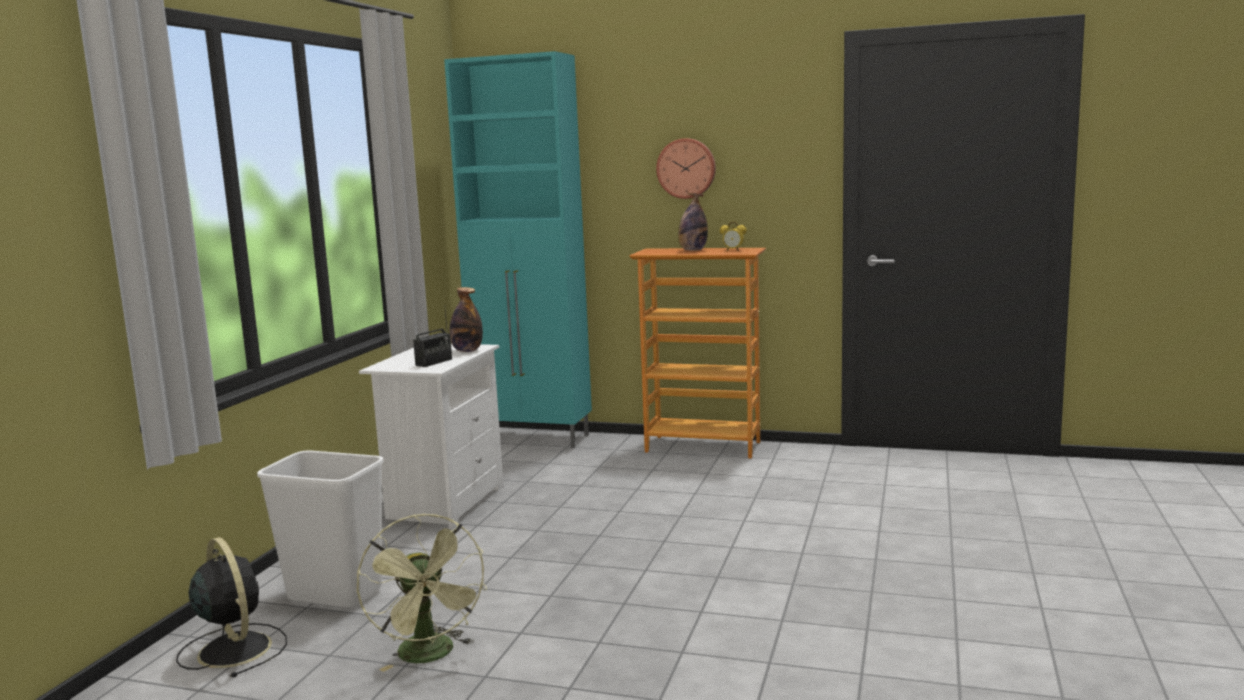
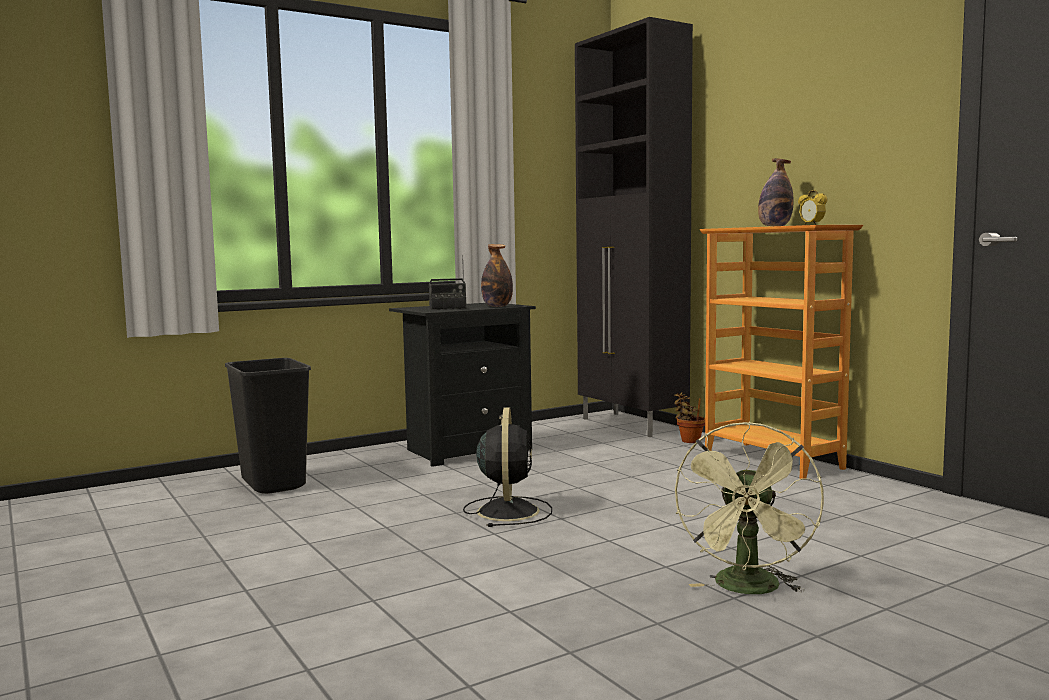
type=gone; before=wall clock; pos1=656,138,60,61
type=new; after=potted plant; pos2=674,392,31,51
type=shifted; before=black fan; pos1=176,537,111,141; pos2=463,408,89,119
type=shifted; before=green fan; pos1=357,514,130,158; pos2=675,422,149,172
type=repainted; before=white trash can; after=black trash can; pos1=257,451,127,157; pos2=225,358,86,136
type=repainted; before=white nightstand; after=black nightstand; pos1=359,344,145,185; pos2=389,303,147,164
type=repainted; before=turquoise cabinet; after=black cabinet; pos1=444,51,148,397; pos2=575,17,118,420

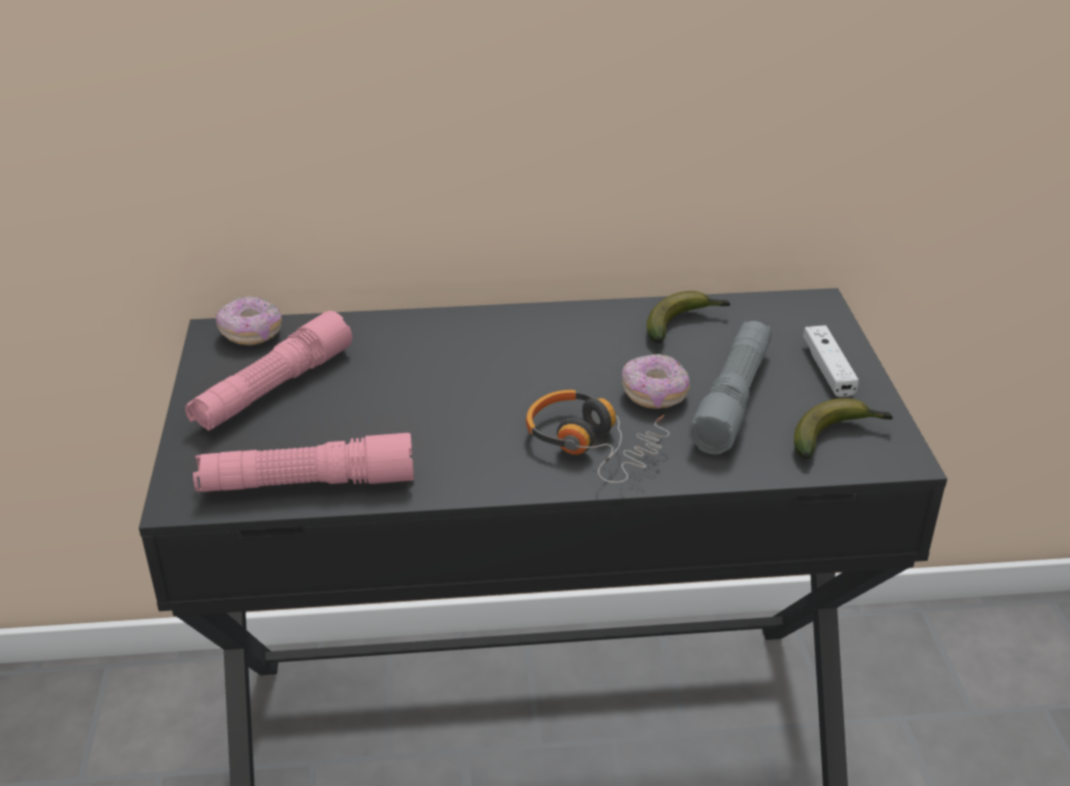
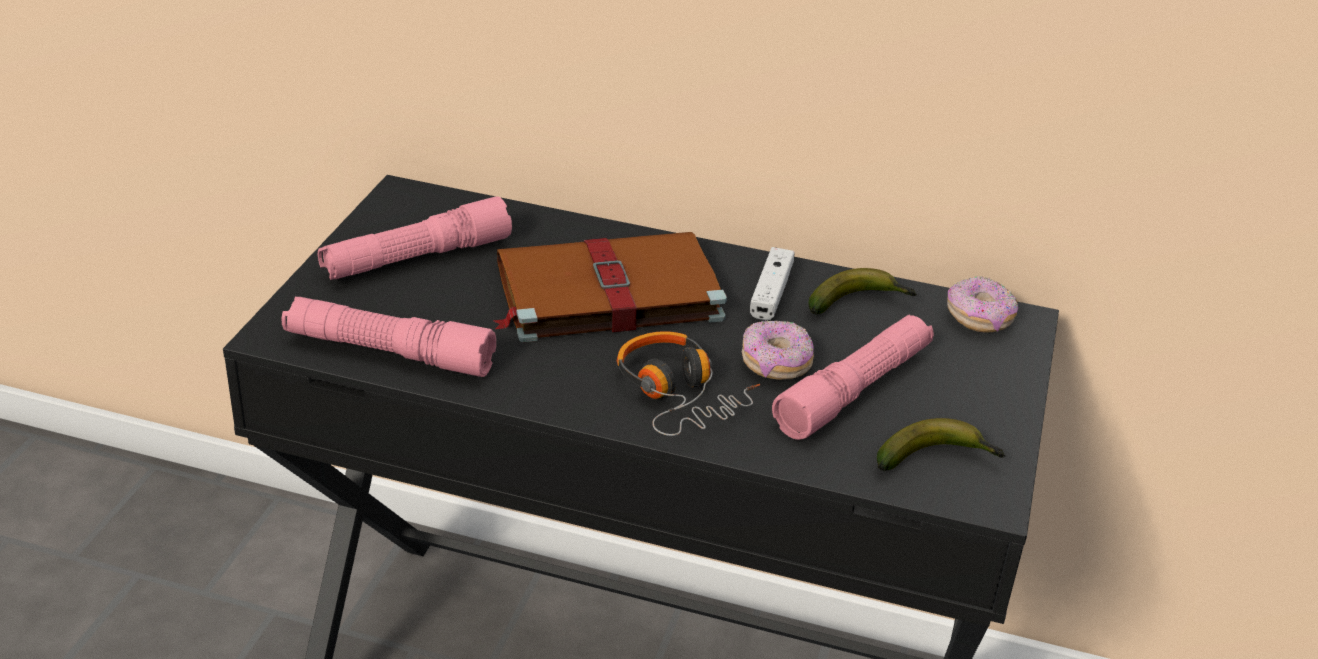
type=new; after=brown book; pos2=493,232,234,110
type=shifted; before=donut; pos1=216,295,66,50; pos2=947,276,71,57
type=shifted; before=white game controller; pos1=803,325,56,72; pos2=750,247,44,73
type=repainted; before=grey flashlight; after=pink flashlight; pos1=689,321,83,133; pos2=772,314,162,126

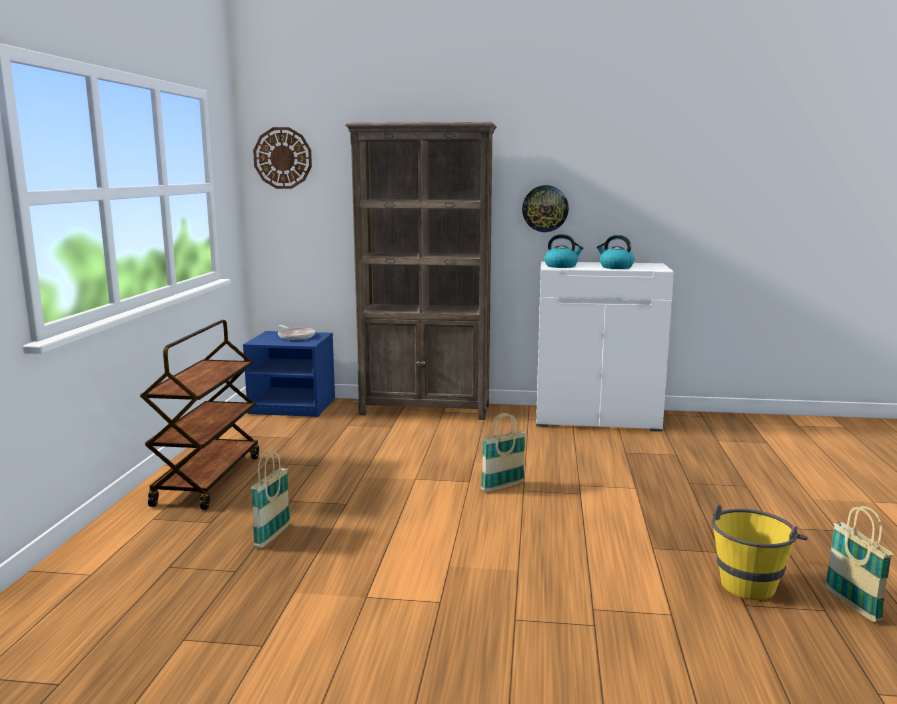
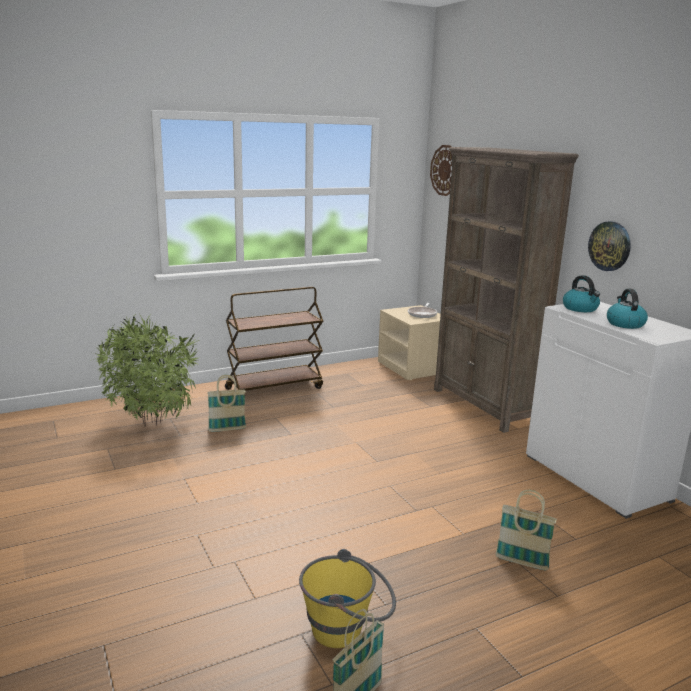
type=new; after=potted plant; pos2=94,313,106,113
type=shifted; before=basket; pos1=481,413,45,79; pos2=495,490,62,80
type=repainted; before=blue nightstand; after=beige nightstand; pos1=243,331,92,86; pos2=378,305,63,75

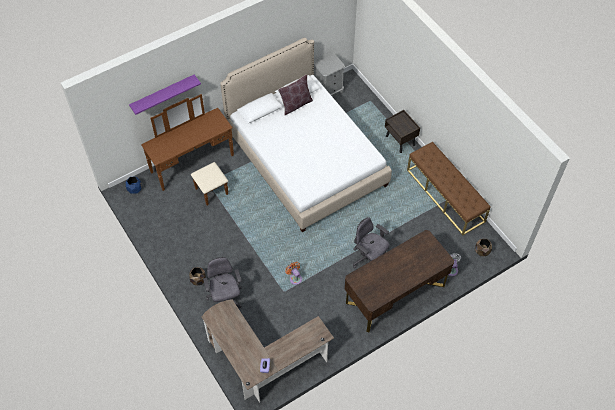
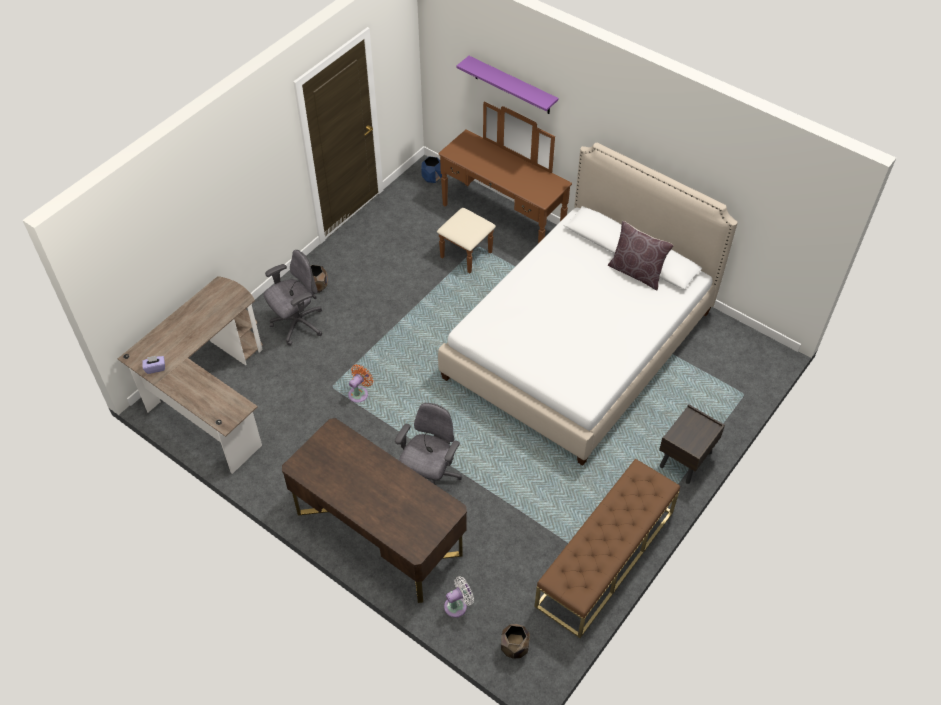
type=gone; before=grey nightstand; pos1=314,54,31,42

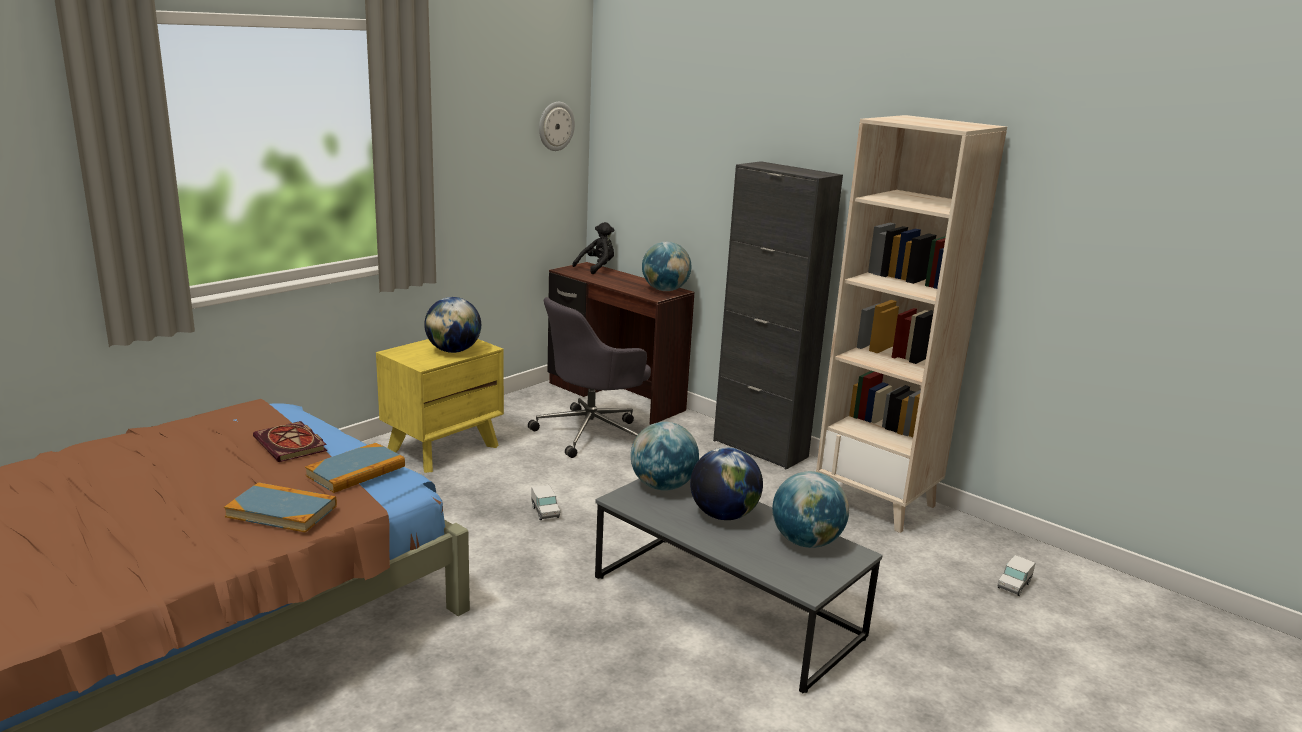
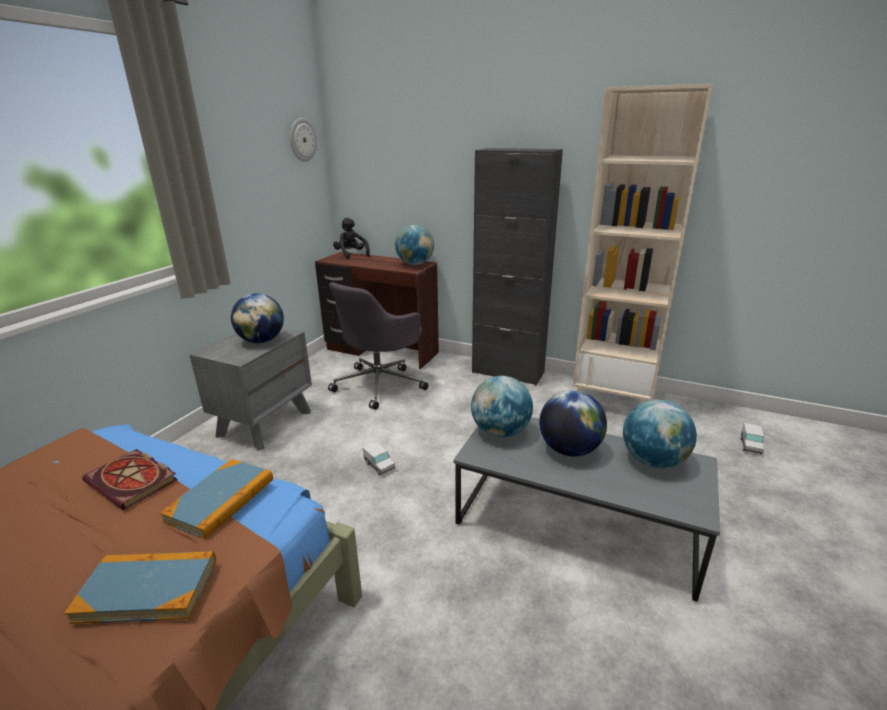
type=repainted; before=yellow nightstand; after=grey nightstand; pos1=376,339,128,134; pos2=189,327,123,124
type=rotated; before=black plush toy; pos1=572,222,42,52; pos2=333,218,37,41; turn=-60

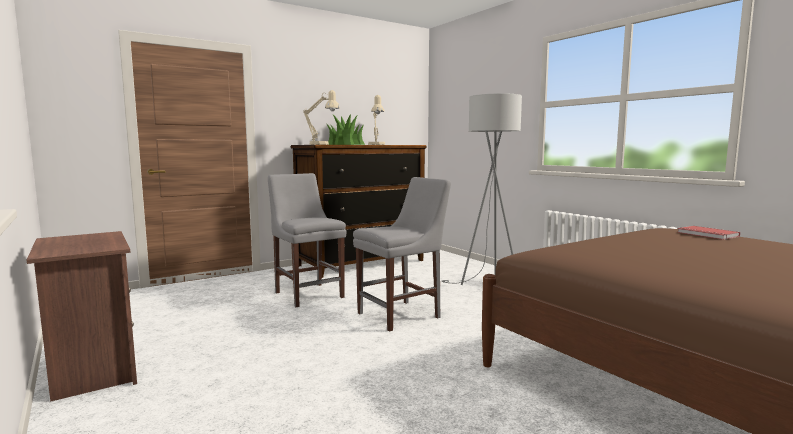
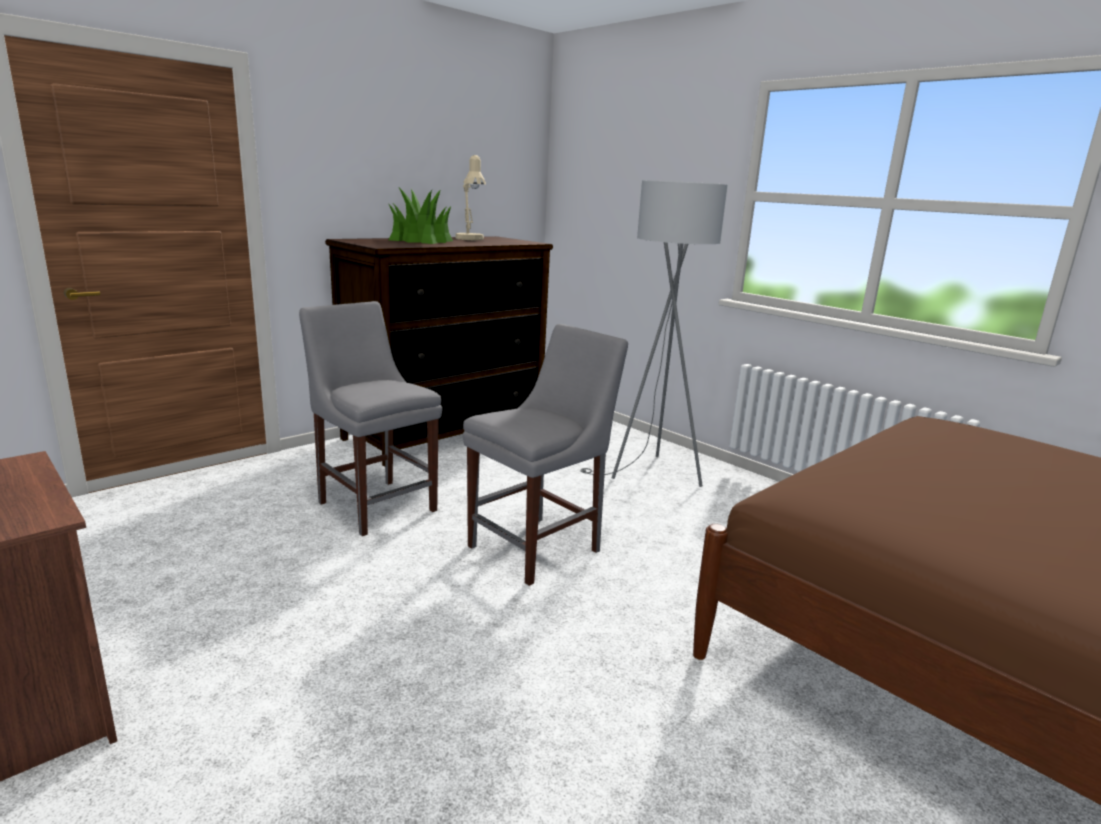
type=gone; before=beige table lamp; pos1=303,90,37,55
type=gone; before=red book; pos1=677,226,63,14

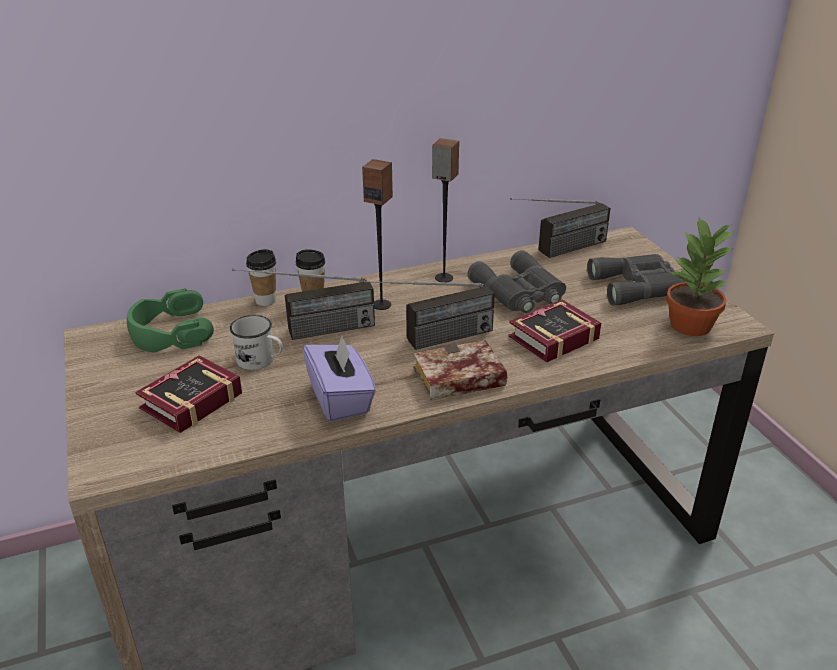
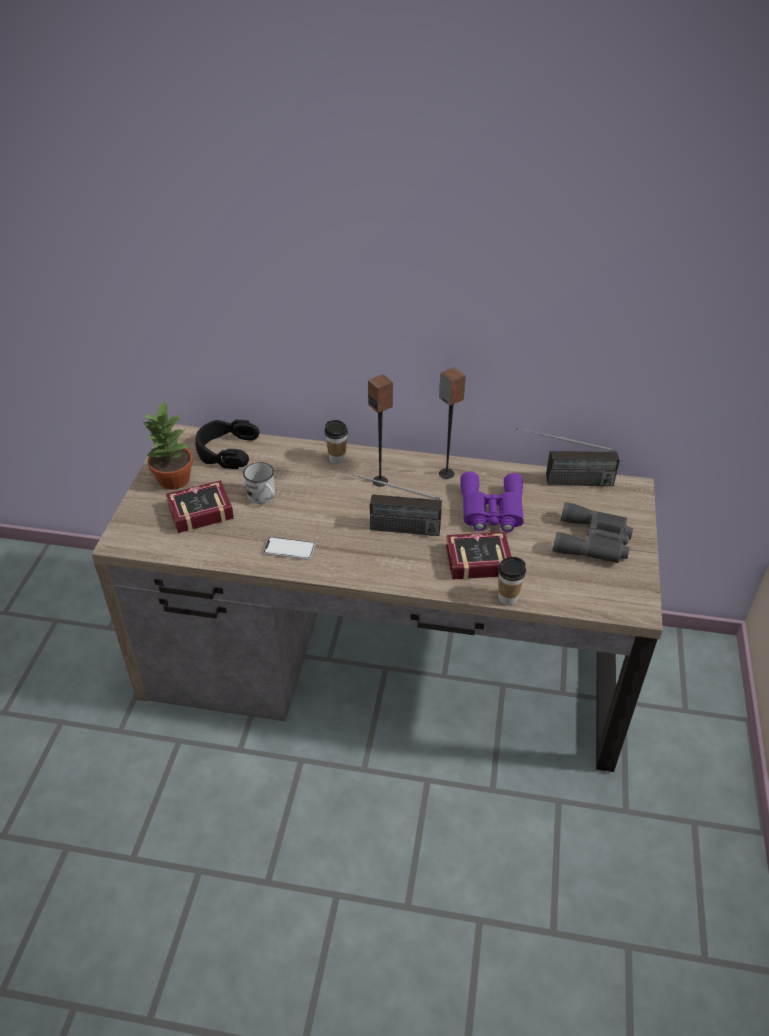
type=gone; before=radio; pos1=232,269,143,71
type=gone; before=book; pos1=413,340,94,60
type=shifted; before=cup; pos1=246,249,30,57; pos2=498,557,28,48
type=shifted; before=potted plant; pos1=666,217,68,119; pos2=142,401,51,89
type=swapped; before=purple tissue box; after=phone; pos1=303,335,73,87; pos2=263,537,52,23
type=repainted; before=green headphones; after=black headphones; pos1=127,288,87,65; pos2=195,419,64,50
type=repainted; before=grey binoculars; after=purple binoculars; pos1=467,250,99,63; pos2=460,471,64,61

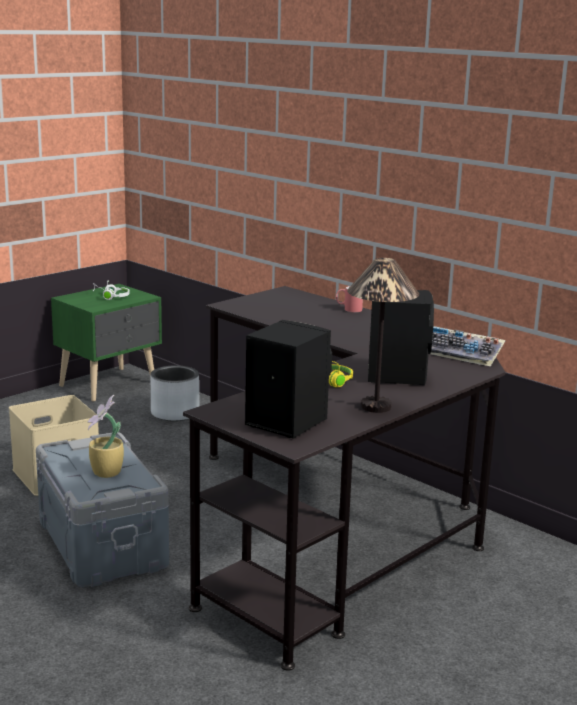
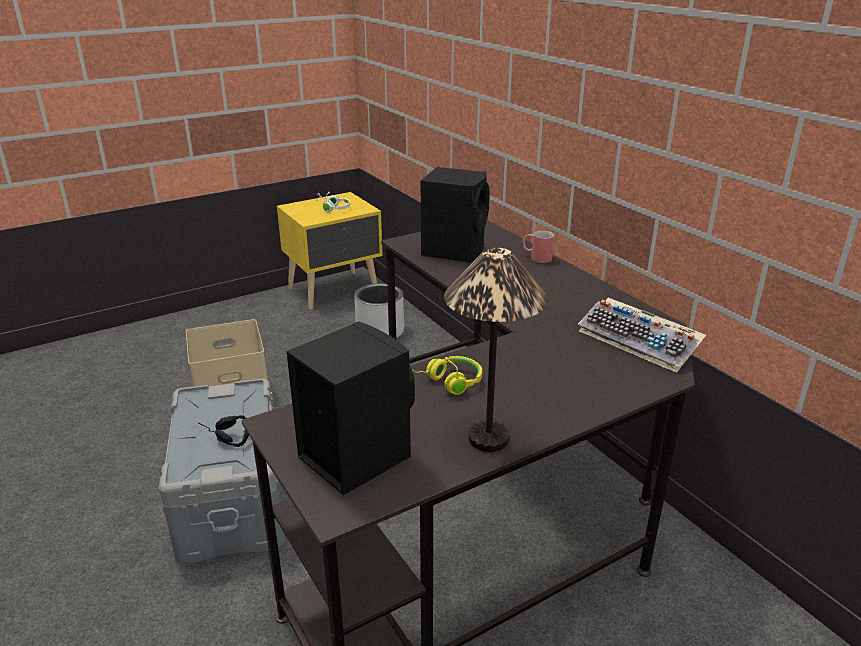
type=shifted; before=black speaker; pos1=368,290,66,95; pos2=421,167,69,96
type=swapped; before=potted plant; after=black headphones; pos1=87,395,37,83; pos2=198,415,51,32
type=repainted; before=green nightstand; after=yellow nightstand; pos1=51,284,111,117; pos2=277,192,106,118

